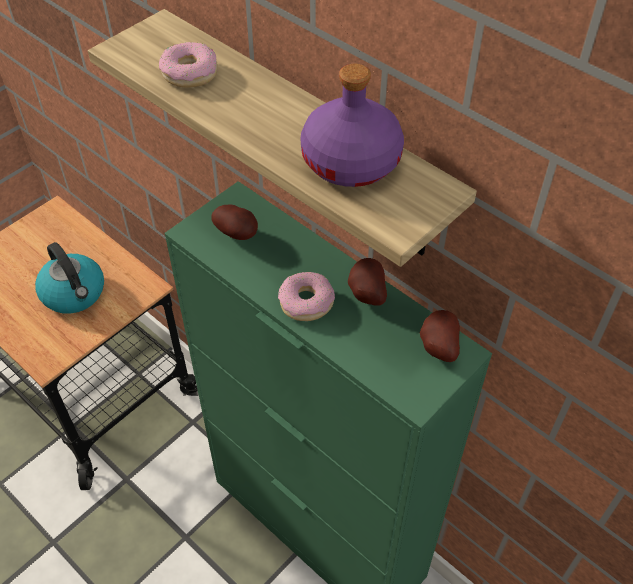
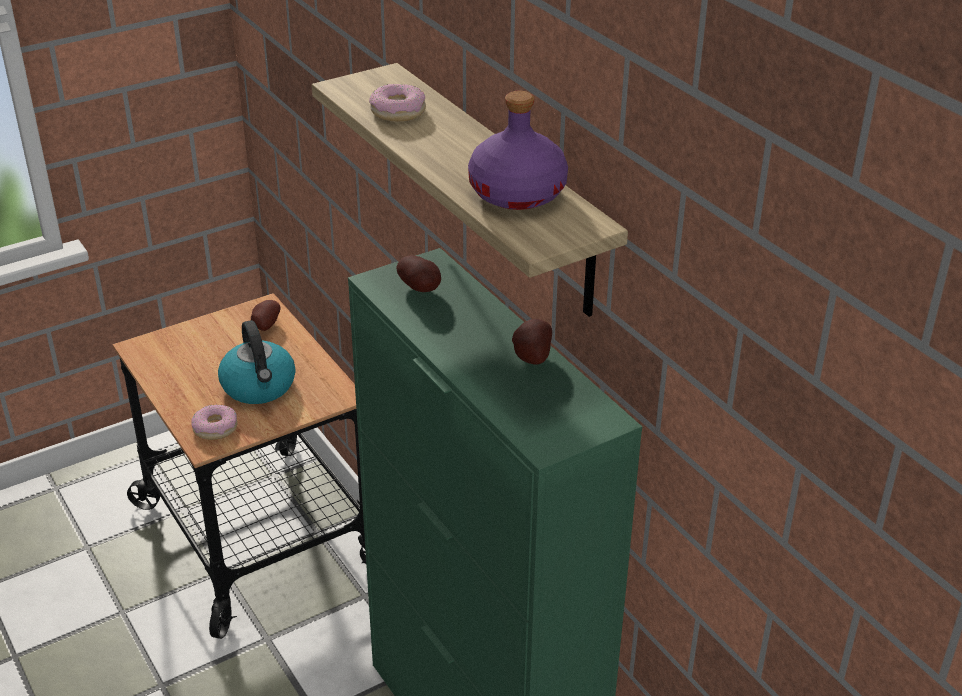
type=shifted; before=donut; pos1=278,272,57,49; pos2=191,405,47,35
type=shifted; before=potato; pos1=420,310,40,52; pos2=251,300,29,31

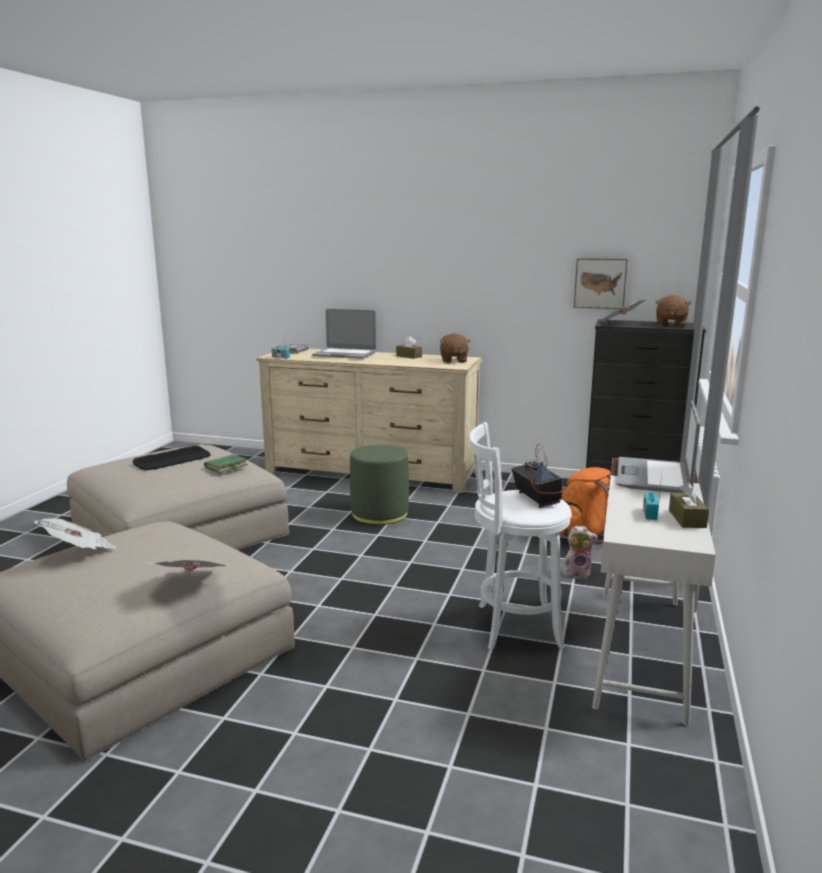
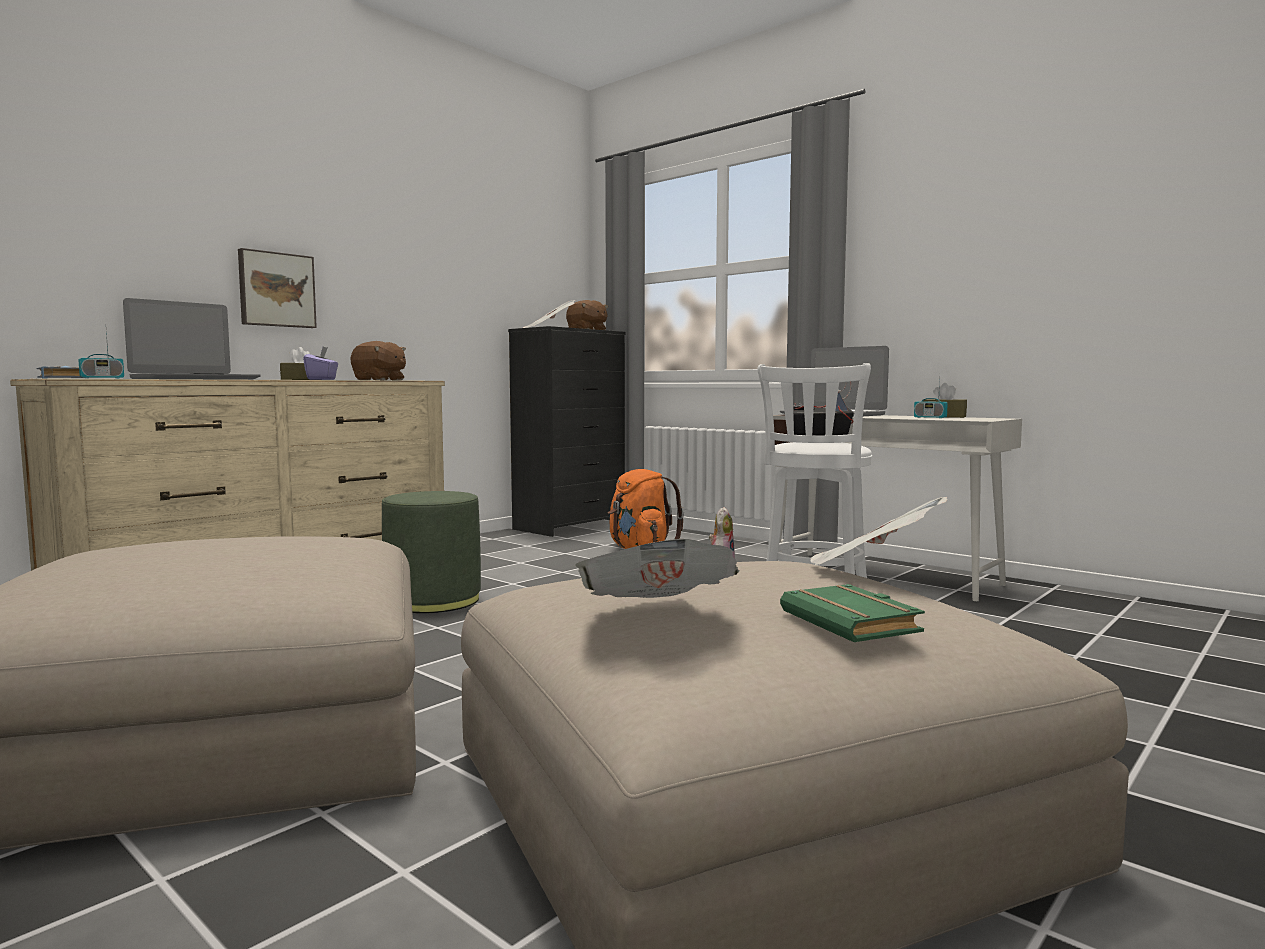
type=gone; before=keyboard; pos1=132,446,79,24
type=new; after=purple tissue box; pos2=303,347,35,33
type=shifted; before=green book; pos1=204,454,44,19; pos2=780,584,145,58
type=shifted; before=picture; pos1=574,258,54,51; pos2=238,248,79,80

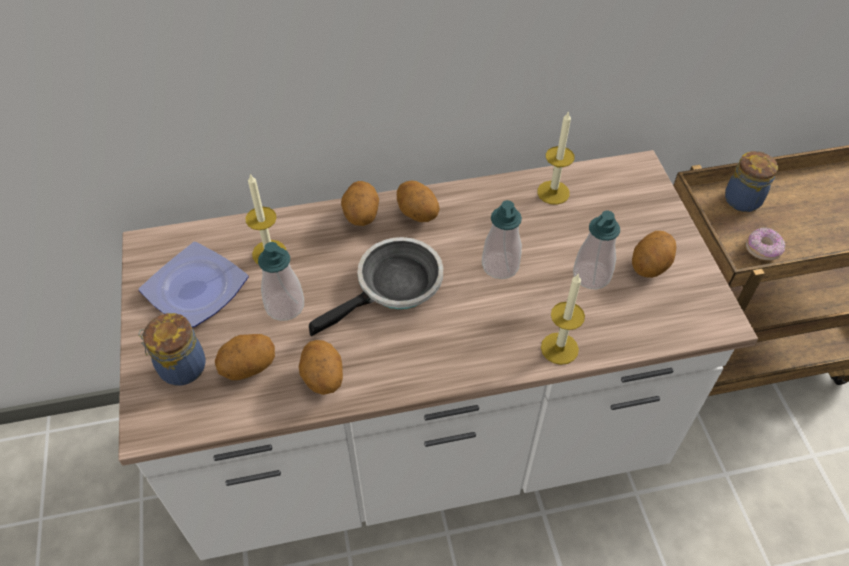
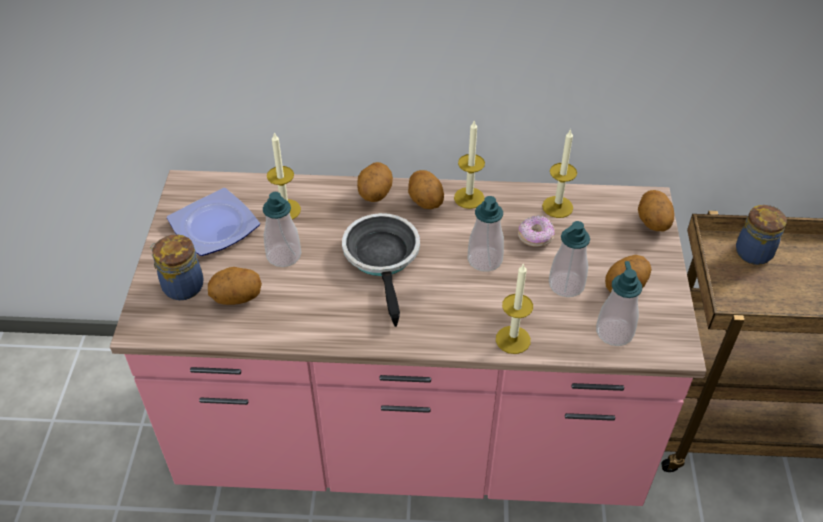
type=new; after=candle; pos2=454,121,31,88
type=new; after=soap dispenser; pos2=596,261,46,85
type=shifted; before=potato; pos1=299,340,44,55; pos2=638,190,36,41
type=shifted; before=donut; pos1=746,227,39,33; pos2=518,215,37,32
type=repainted; before=white counter; after=pink counter; pos1=118,150,640,410; pos2=110,170,596,336
type=rotated; before=frying pan; pos1=309,237,134,99; pos2=342,213,78,114; turn=-75

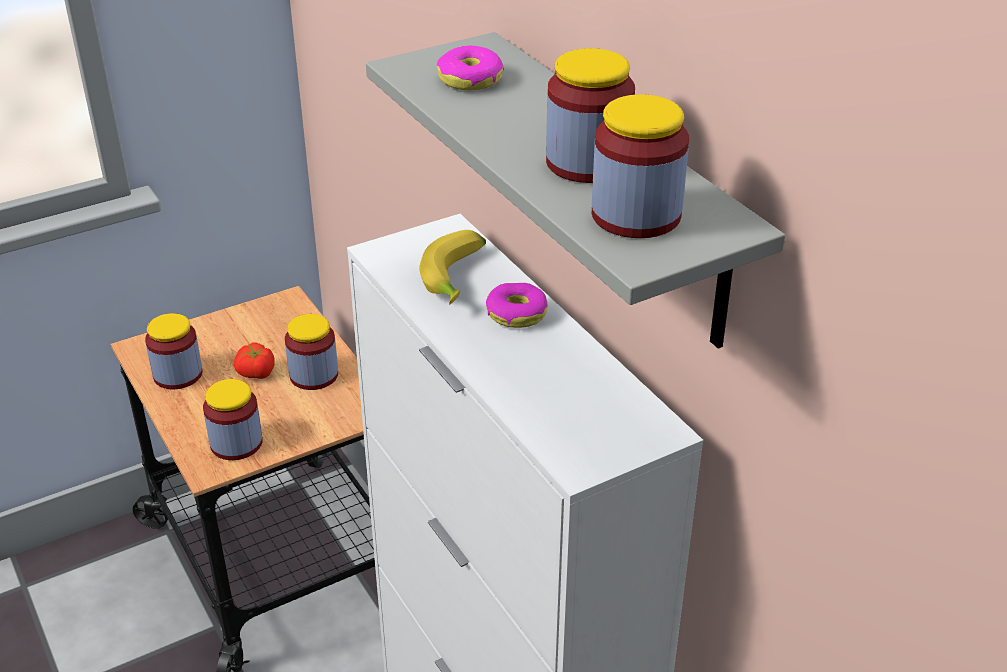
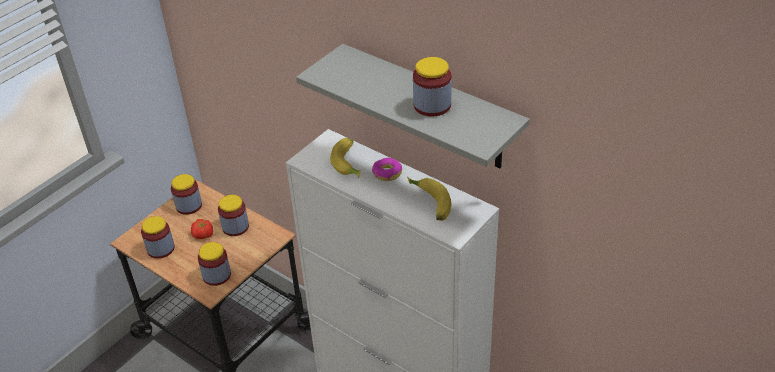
type=gone; before=donut; pos1=436,46,68,44
type=new; after=banana; pos2=407,176,44,45
type=shifted; before=jar; pos1=592,94,97,144; pos2=171,174,31,41

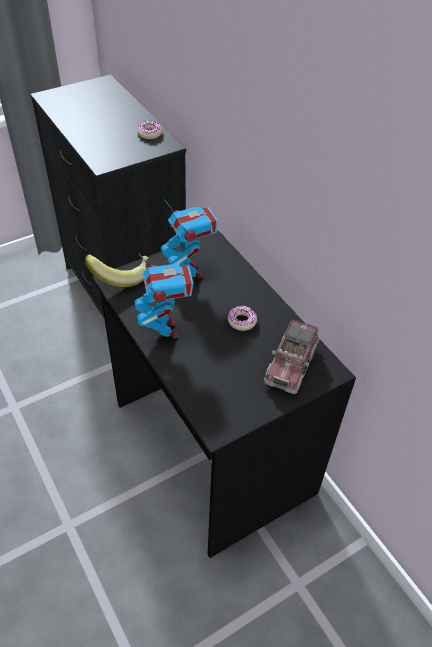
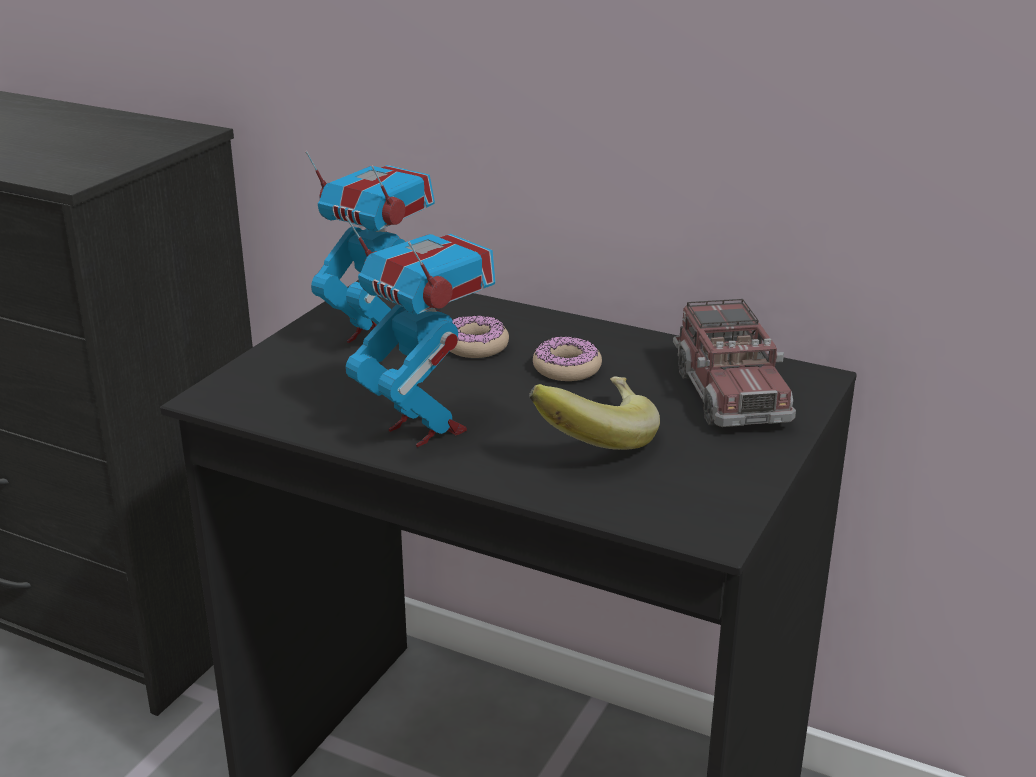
type=shifted; before=banana; pos1=85,255,64,32; pos2=529,376,131,74
type=shifted; before=donut; pos1=137,121,26,18; pos2=450,315,59,43

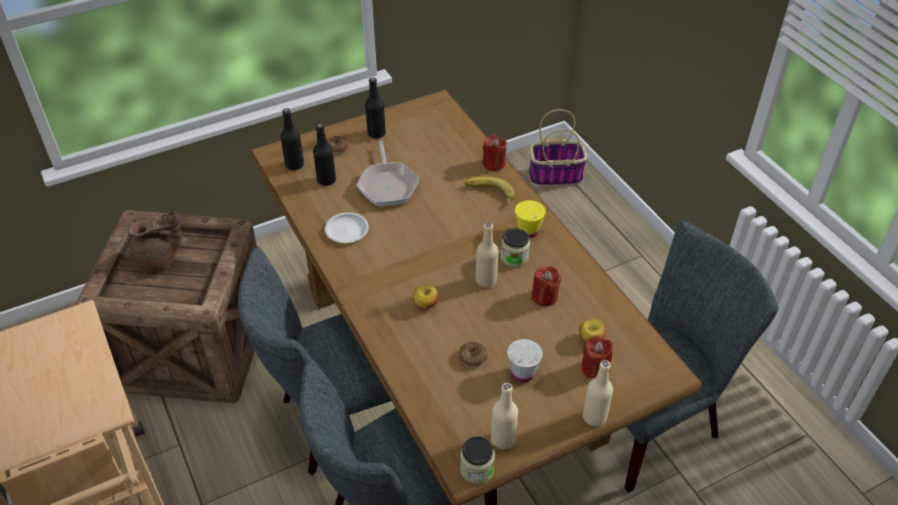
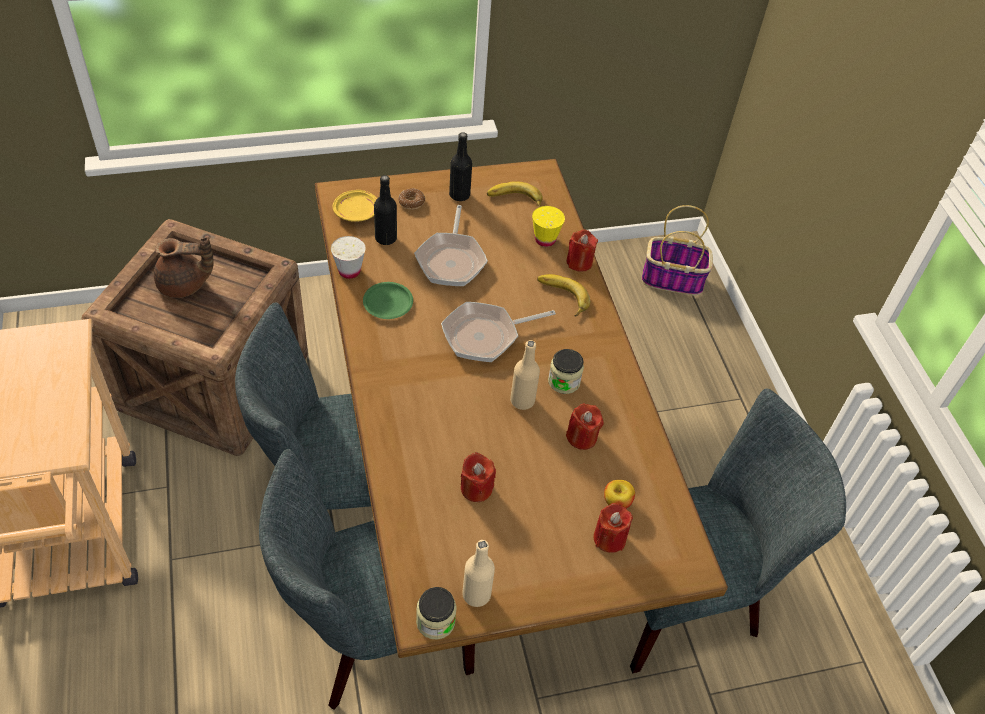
type=gone; before=apple; pos1=413,285,25,24
type=gone; before=beige bottle; pos1=583,360,30,66
type=new; after=frying pan; pos2=441,302,115,60
type=new; after=banana; pos2=487,182,56,26
type=shifted; before=white cup; pos1=507,339,36,43; pos2=331,236,34,43
type=shifted; before=yellow cup; pos1=515,200,31,38; pos2=532,206,33,41
type=swapped; before=black bottle; after=yellow plate; pos1=280,108,24,62; pos2=333,190,44,32
type=swapped; before=donut; after=red candle; pos1=459,341,29,26; pos2=461,452,35,50
type=repainted; before=white plate; after=green plate; pos1=325,213,44,30; pos2=363,282,50,37

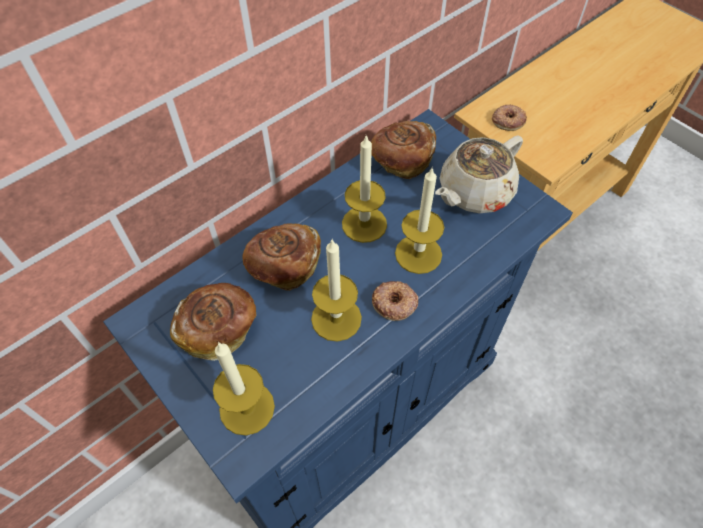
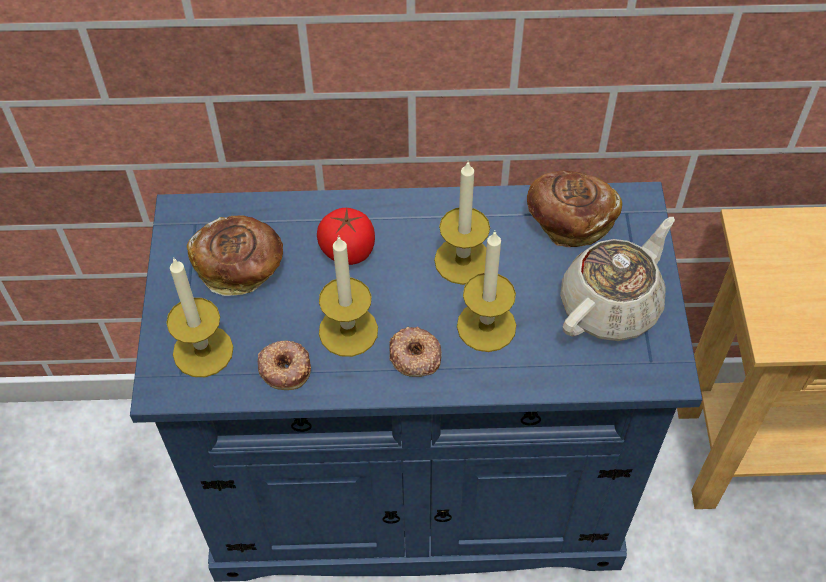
type=shifted; before=donut; pos1=492,104,35,27; pos2=258,340,53,50
type=swapped; before=bread; after=tomato; pos1=242,223,79,68; pos2=317,208,58,57
type=rotated; before=beige teapot; pos1=435,136,88,77; pos2=560,217,115,124; turn=135

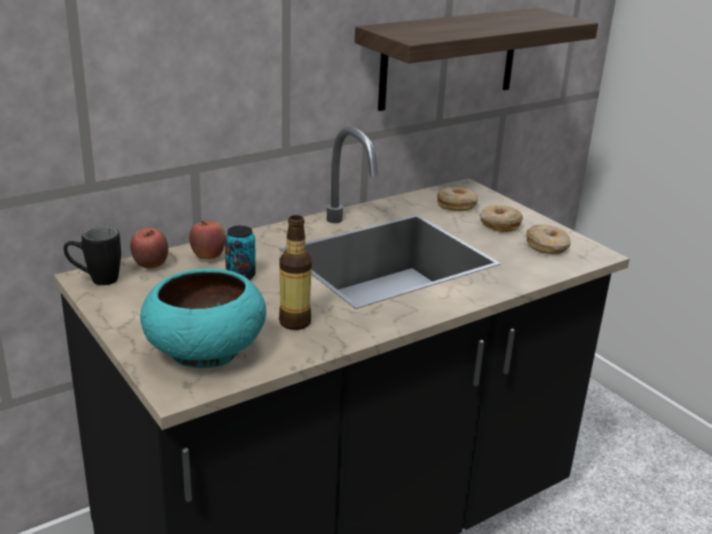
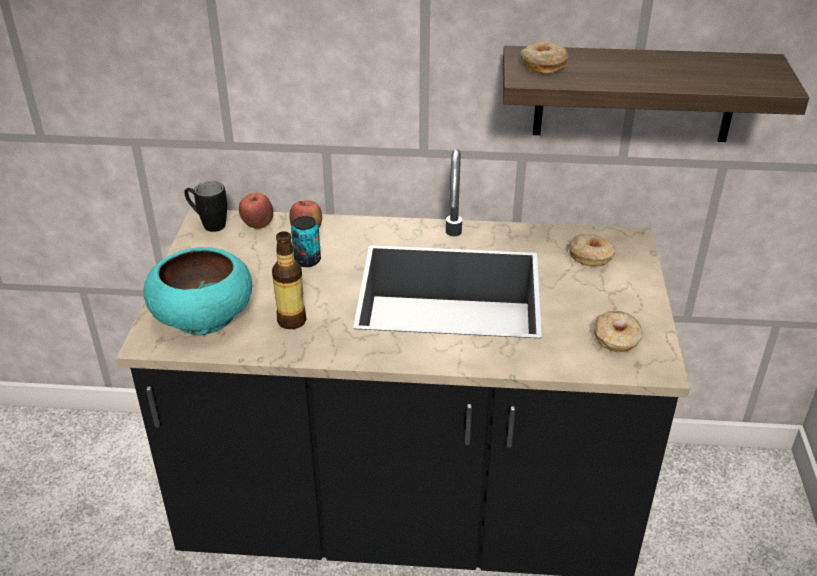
type=shifted; before=donut; pos1=480,205,43,27; pos2=521,42,47,32

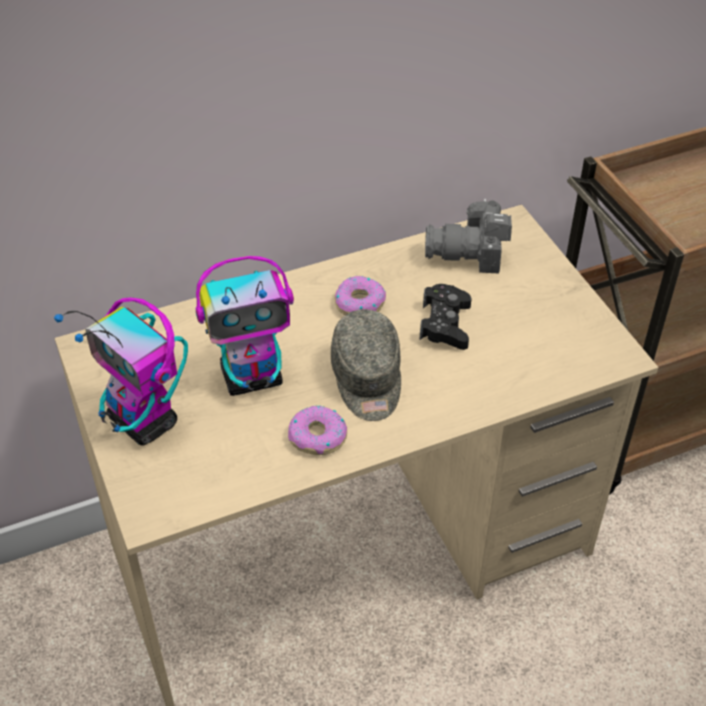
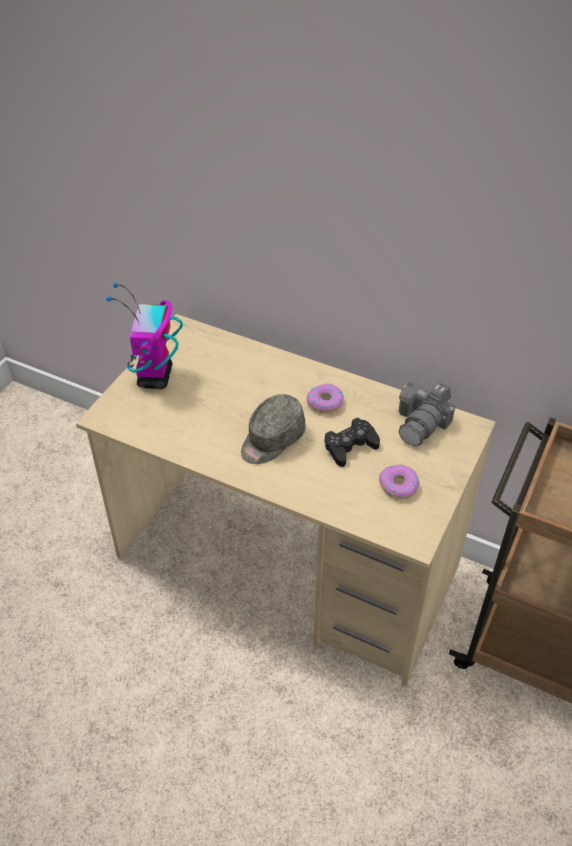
type=gone; before=toy robot; pos1=196,256,98,140
type=shifted; before=donut; pos1=288,405,59,50; pos2=379,465,40,34
type=rotated; before=photo camera; pos1=425,199,87,74; pos2=399,382,56,64; turn=-105

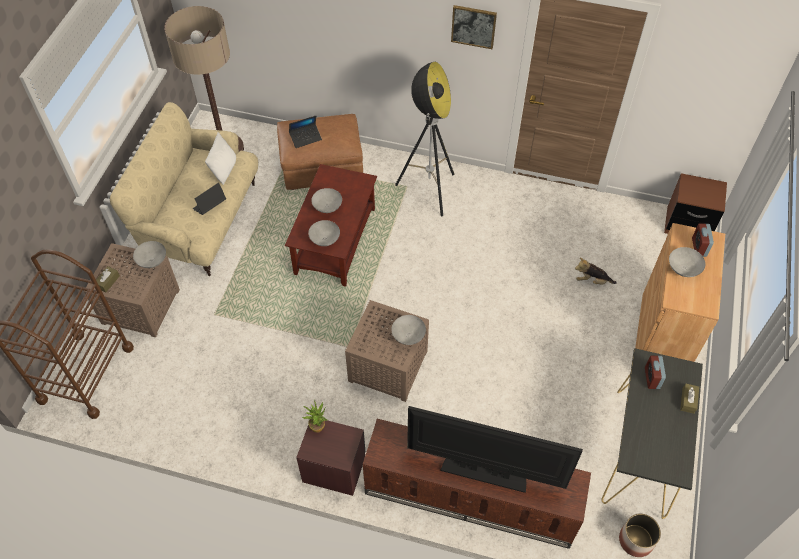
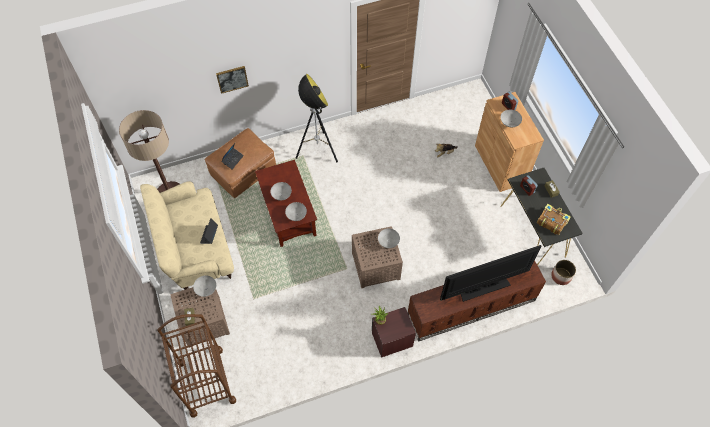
type=gone; before=white pillow; pos1=205,132,31,53
type=gone; before=brown nightstand; pos1=664,173,63,61
type=new; after=book; pos2=537,204,34,31
type=shifted; before=picture; pos1=451,5,46,44; pos2=216,66,33,28

